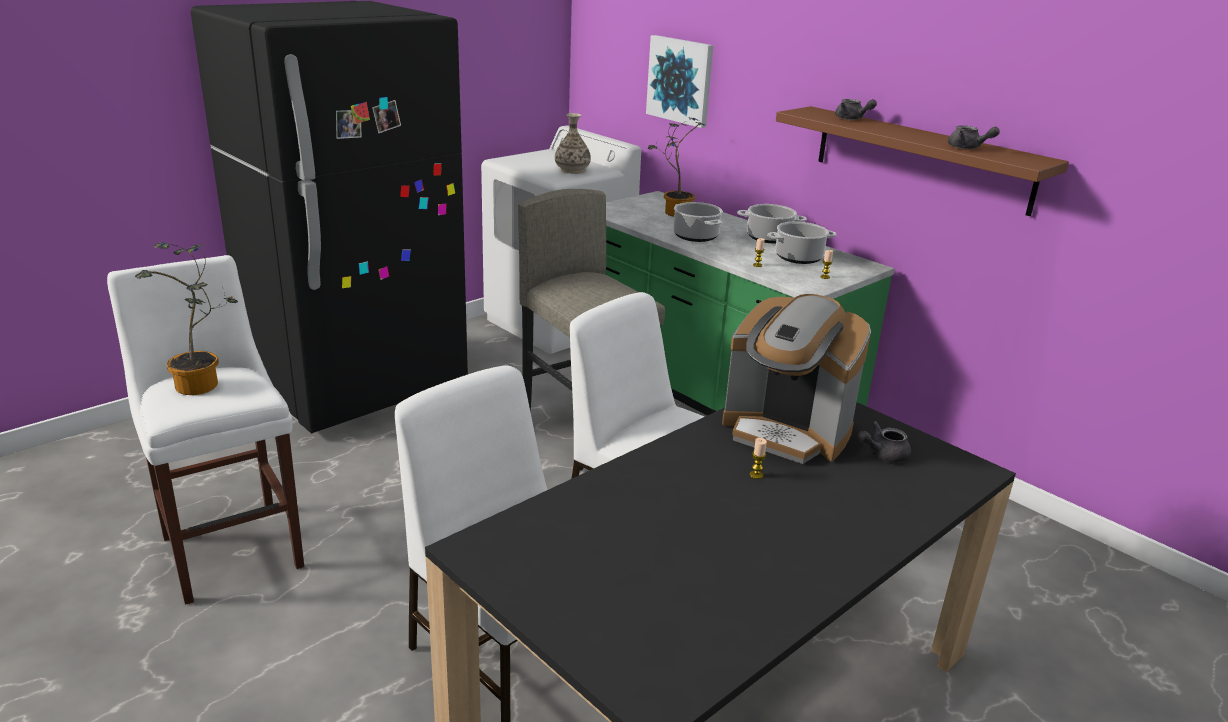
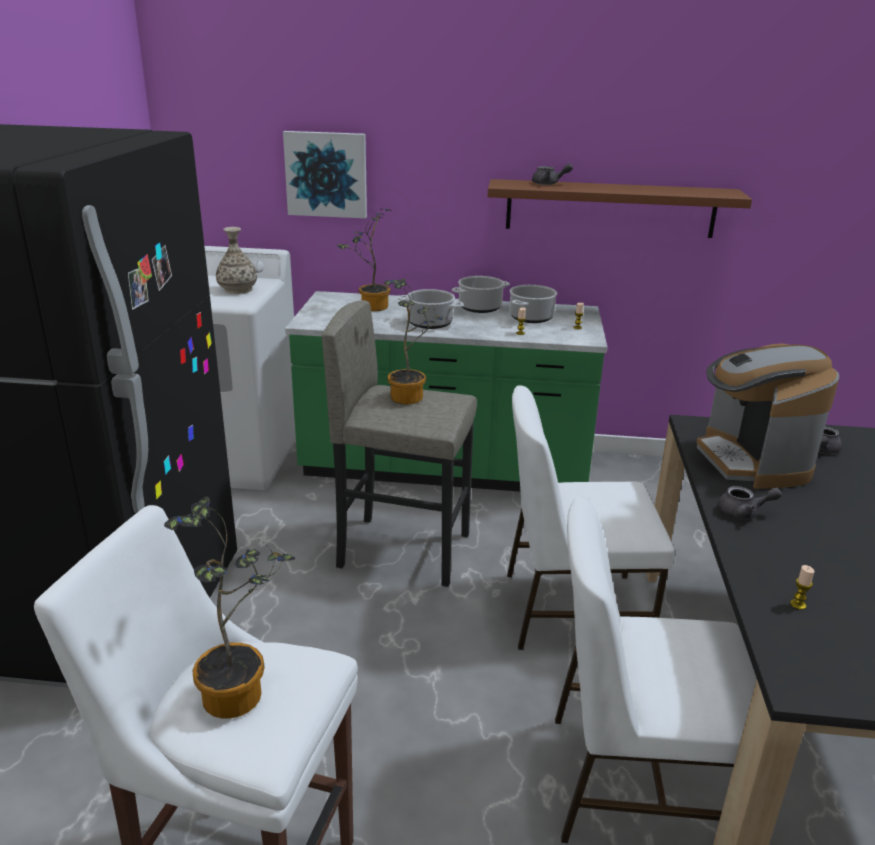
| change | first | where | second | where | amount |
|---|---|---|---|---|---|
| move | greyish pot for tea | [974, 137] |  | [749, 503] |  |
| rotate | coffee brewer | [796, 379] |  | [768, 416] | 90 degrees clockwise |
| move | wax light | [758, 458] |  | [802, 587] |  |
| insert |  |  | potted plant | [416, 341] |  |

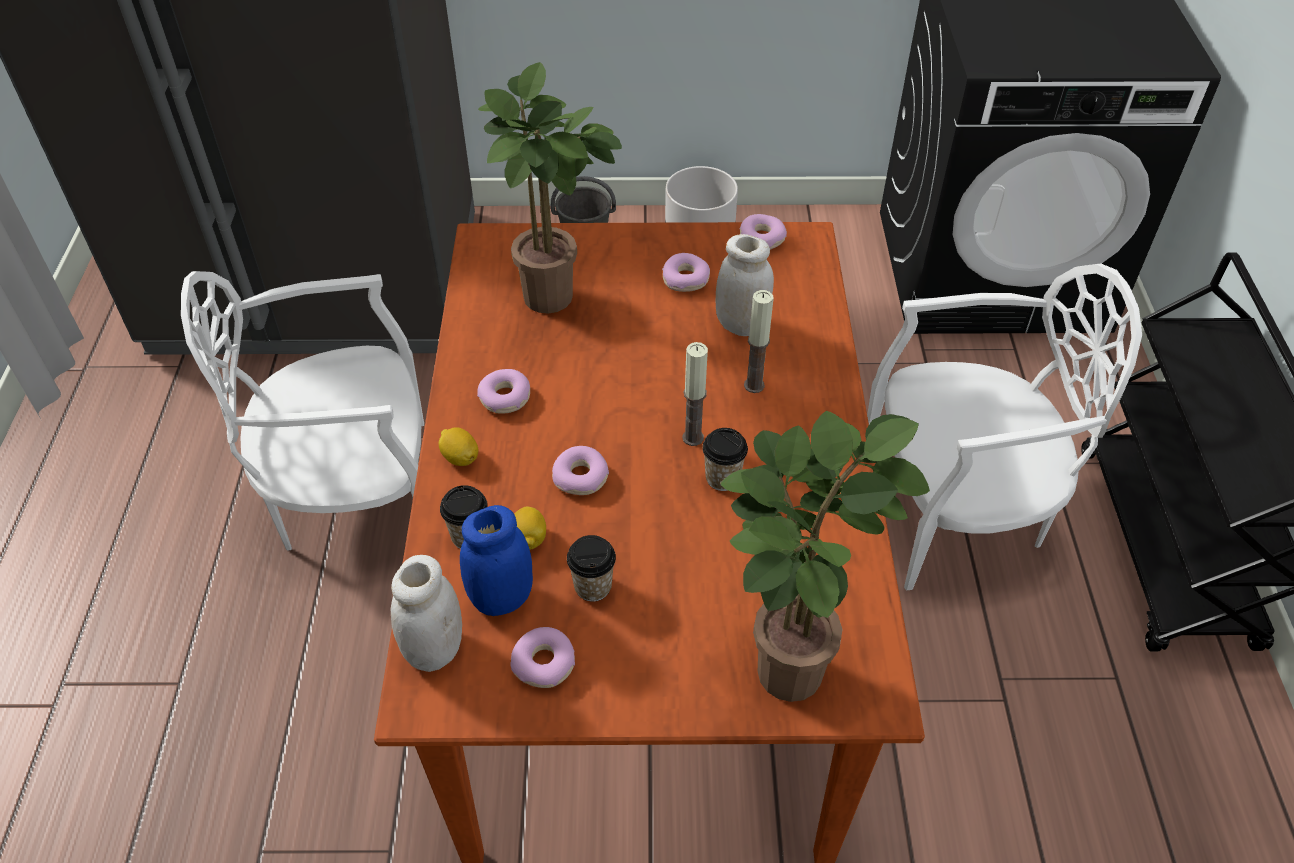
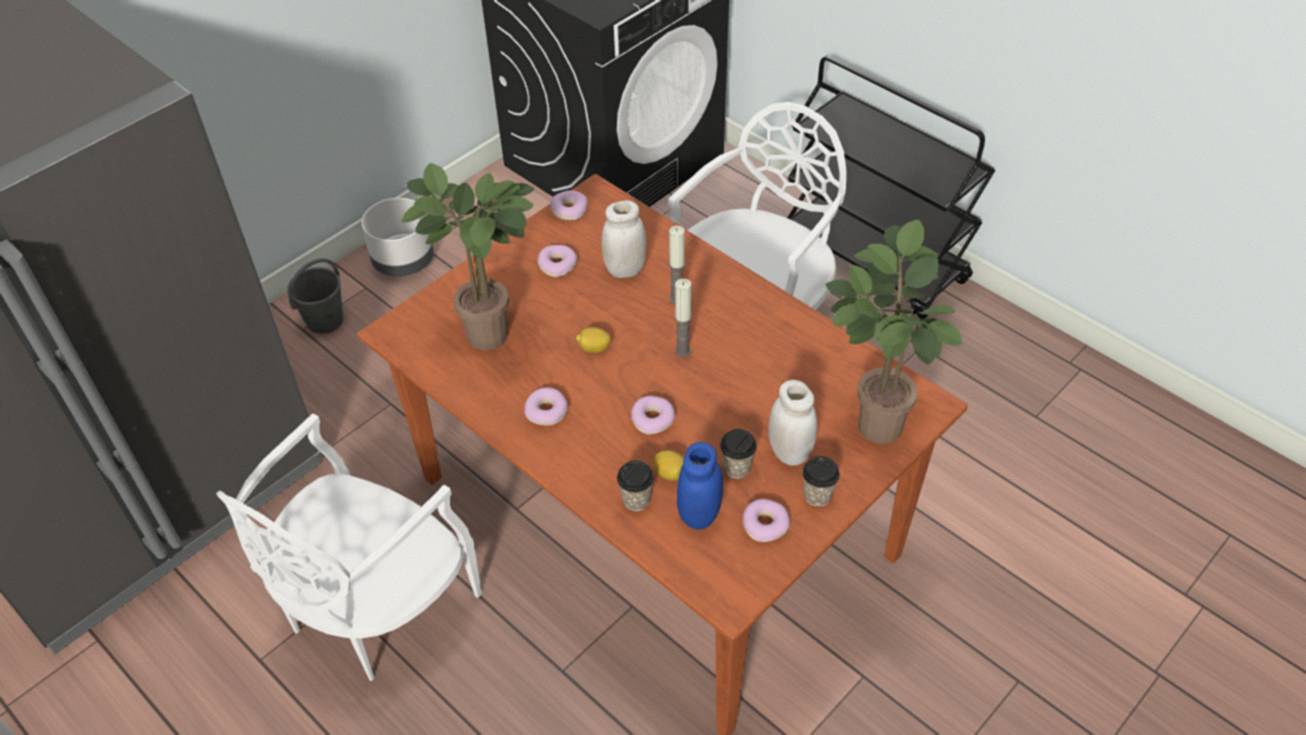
| change | first | where | second | where | amount |
|---|---|---|---|---|---|
| move | citrus fruit | [458, 446] |  | [593, 340] |  |
| move | cup | [725, 459] |  | [821, 481] |  |
| move | white preserve jar | [426, 613] |  | [792, 423] |  |

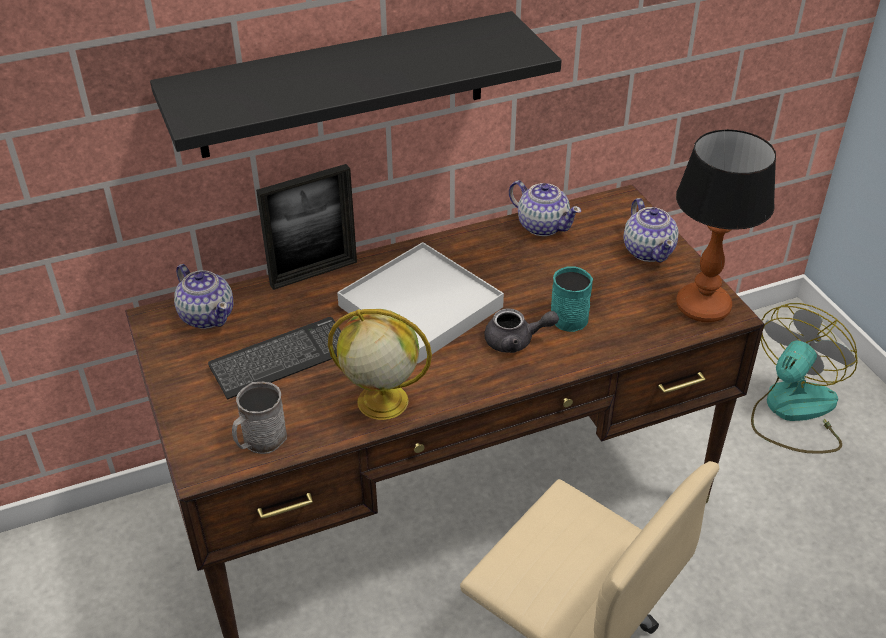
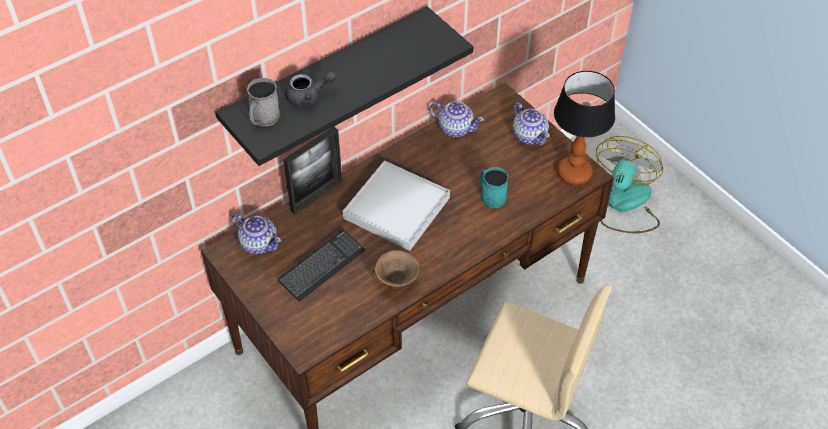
| change | first | where | second | where | amount |
|---|---|---|---|---|---|
| move | greyish pot for tea | [521, 330] |  | [311, 89] |  |
| replace | desk globe | [380, 364] | brown-coloured serving bowl | [396, 269] |  |
| move | greyish tea mug | [259, 418] |  | [263, 102] |  |

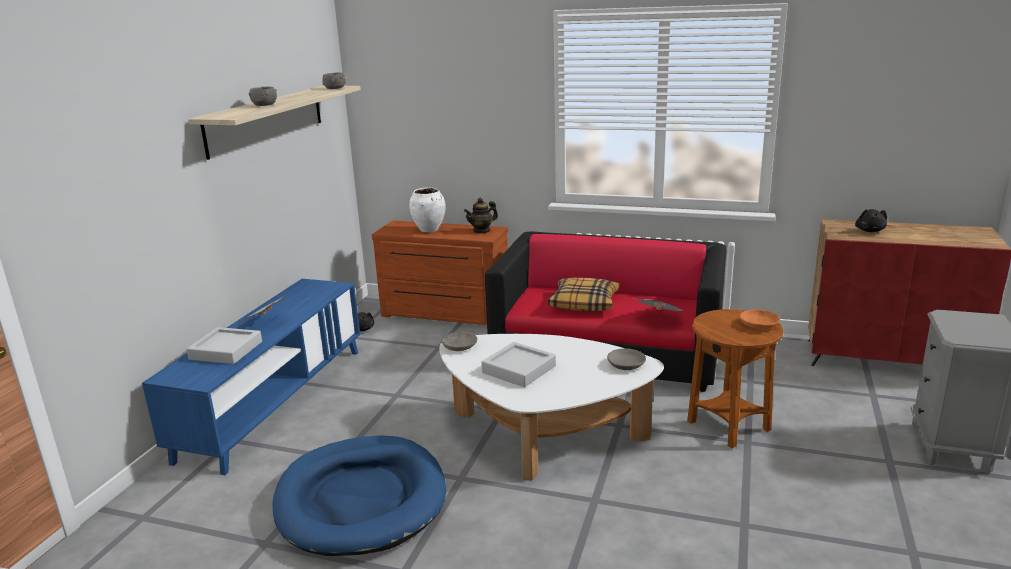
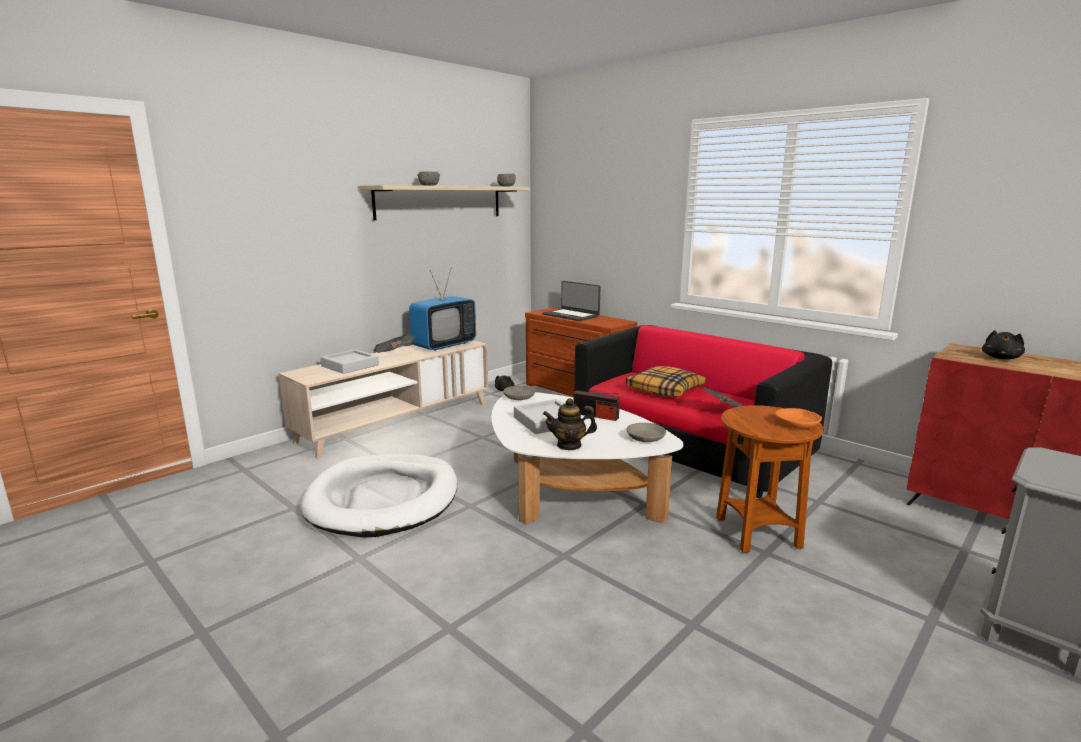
| change | first | where | second | where | amount |
|---|---|---|---|---|---|
| replace | white vase | [427, 209] | notebook computer | [571, 301] |  |
| move | pot for tea | [481, 215] |  | [570, 424] |  |
| recolor | bluish tv unit | [251, 377] | sand-coloured tv unit | [383, 399] |  |
| recolor | bluish dog bed | [359, 496] | white dog bed | [378, 496] |  |
| insert |  |  | television | [442, 310] |  |
| insert |  |  | radio | [597, 405] |  |

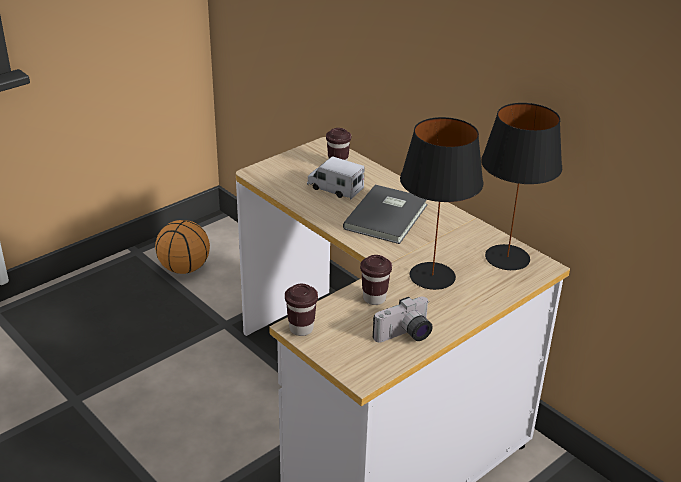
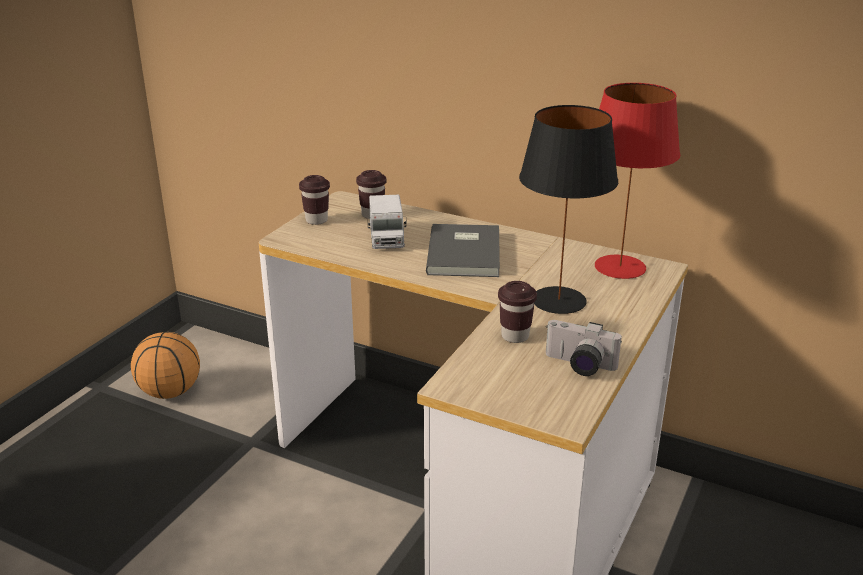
| change | first | where | second | where | amount |
|---|---|---|---|---|---|
| recolor | black-coloured table lamp | [521, 186] | reddish table lamp | [637, 181] |  |
| rotate | toy lorry | [335, 177] |  | [387, 222] | 105 degrees counterclockwise |
| move | brown-coloured cup | [301, 310] |  | [314, 200] |  |
| rotate | photo camera | [403, 320] |  | [584, 348] | 75 degrees clockwise |

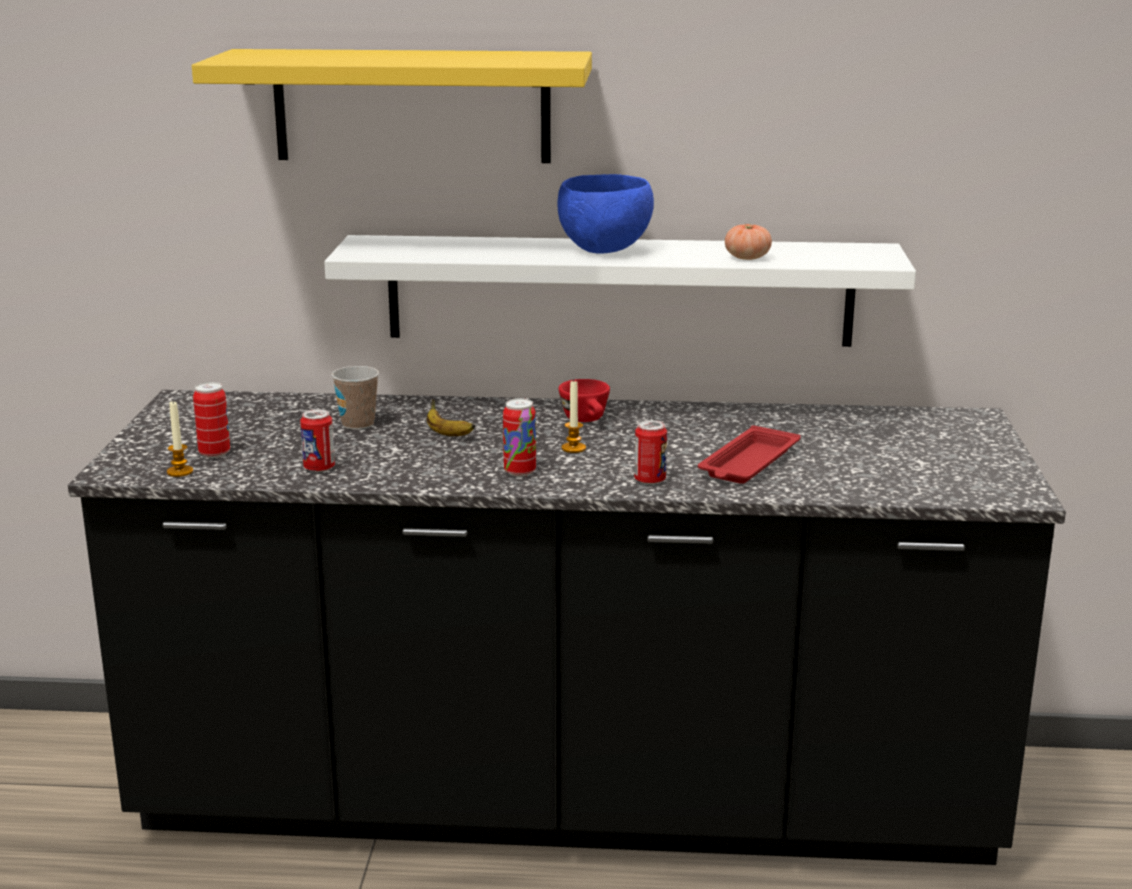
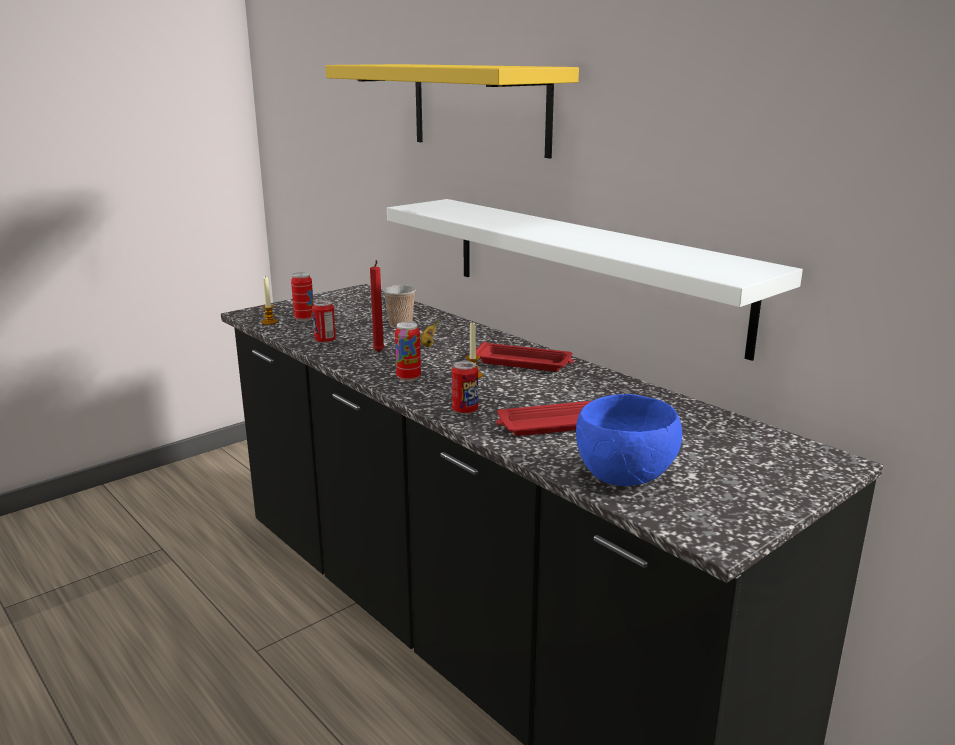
| change | first | where | second | where | amount |
|---|---|---|---|---|---|
| move | bluish serving bowl | [605, 214] |  | [629, 440] |  |
| delete | tomato | [748, 241] |  |  |  |
| replace | reddish cup | [584, 400] | reddish serving tray | [525, 357] |  |
| insert |  |  | reddish wax light | [377, 306] |  |

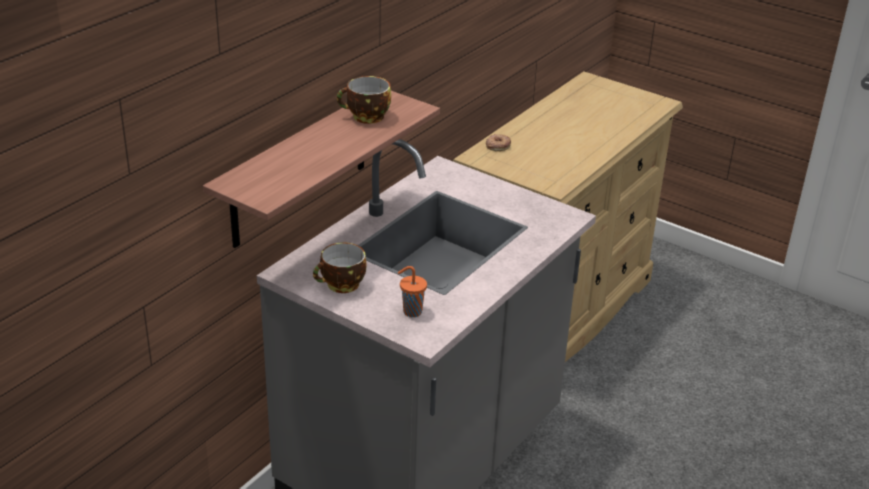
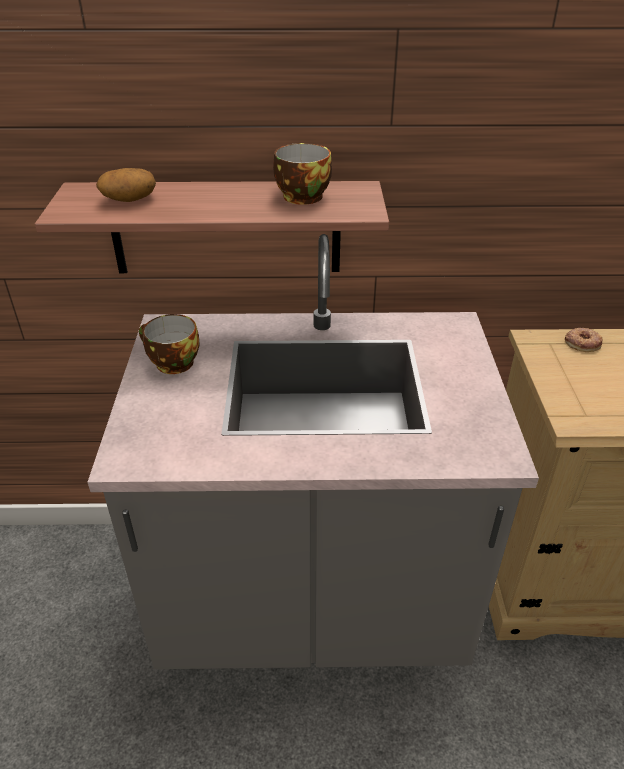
| change | first | where | second | where | amount |
|---|---|---|---|---|---|
| delete | orangey cup | [412, 291] |  |  |  |
| insert |  |  | spud | [126, 185] |  |

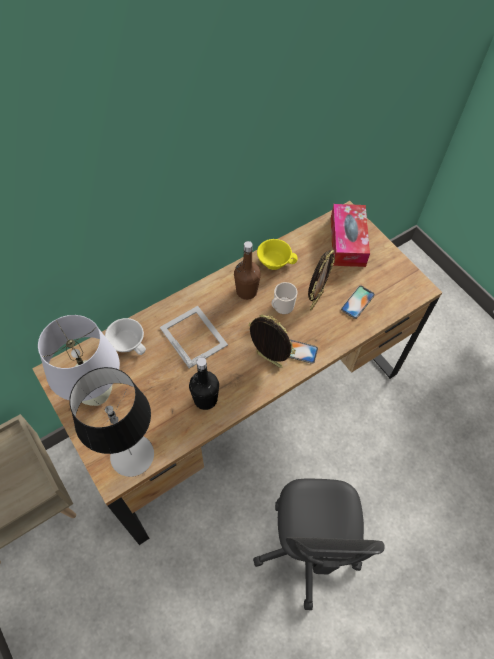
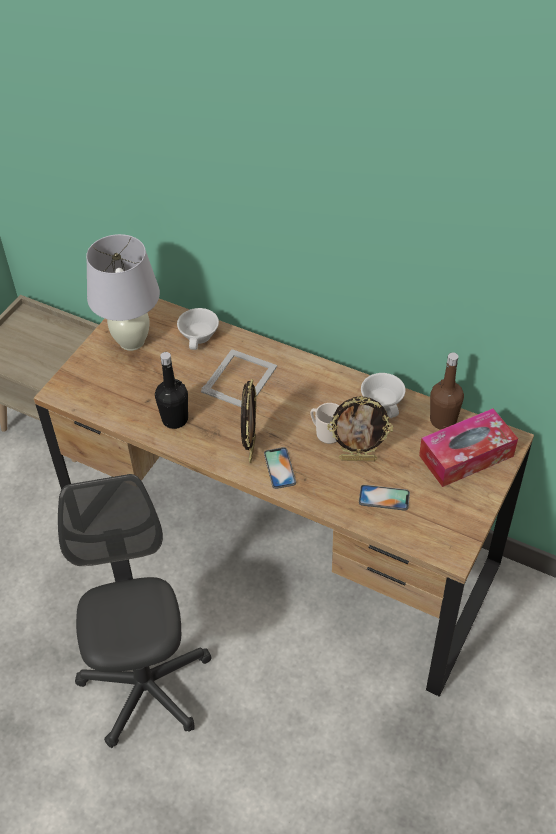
| change | first | where | second | where | amount |
|---|---|---|---|---|---|
| recolor | yellowish cup | [277, 254] | white cup | [383, 395] |  |
| move | brown-coloured beverage bottle | [247, 270] |  | [447, 391] |  |
| delete | table lamp | [111, 422] |  |  |  |
| rotate | greyish office chair | [319, 544] |  | [134, 611] | 105 degrees clockwise |

